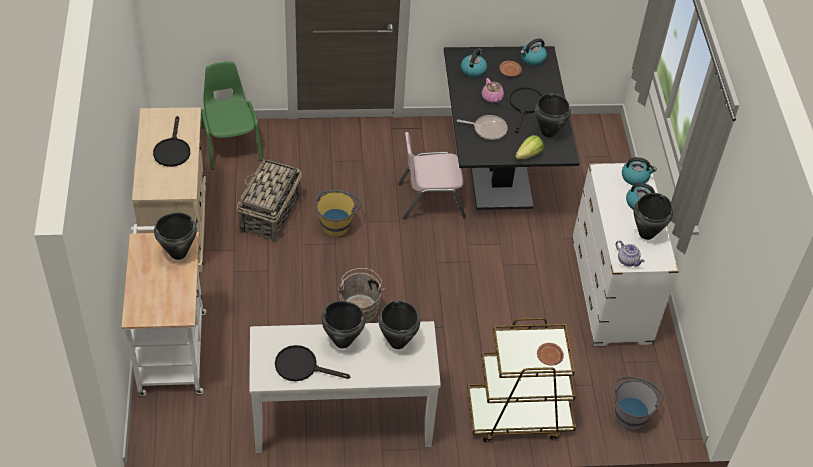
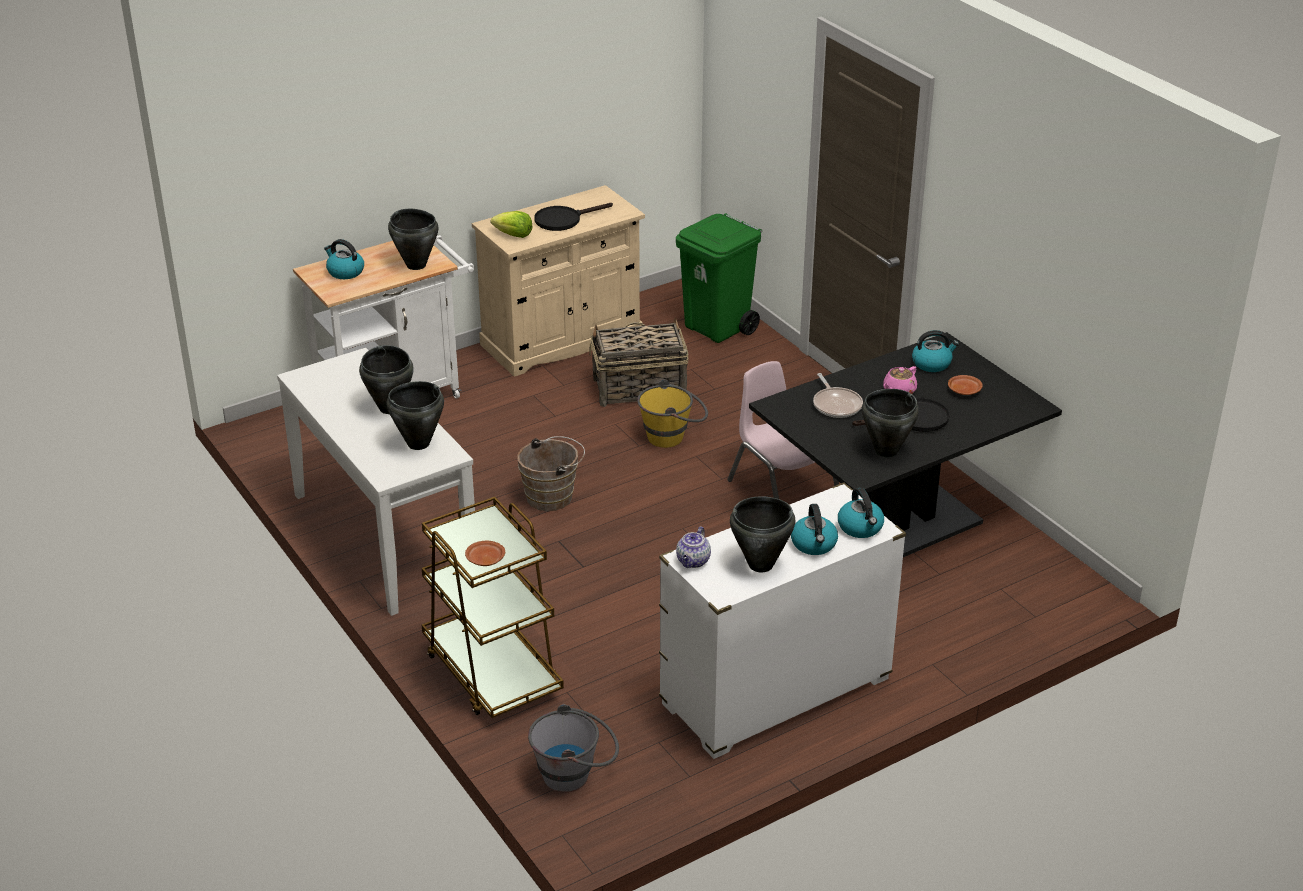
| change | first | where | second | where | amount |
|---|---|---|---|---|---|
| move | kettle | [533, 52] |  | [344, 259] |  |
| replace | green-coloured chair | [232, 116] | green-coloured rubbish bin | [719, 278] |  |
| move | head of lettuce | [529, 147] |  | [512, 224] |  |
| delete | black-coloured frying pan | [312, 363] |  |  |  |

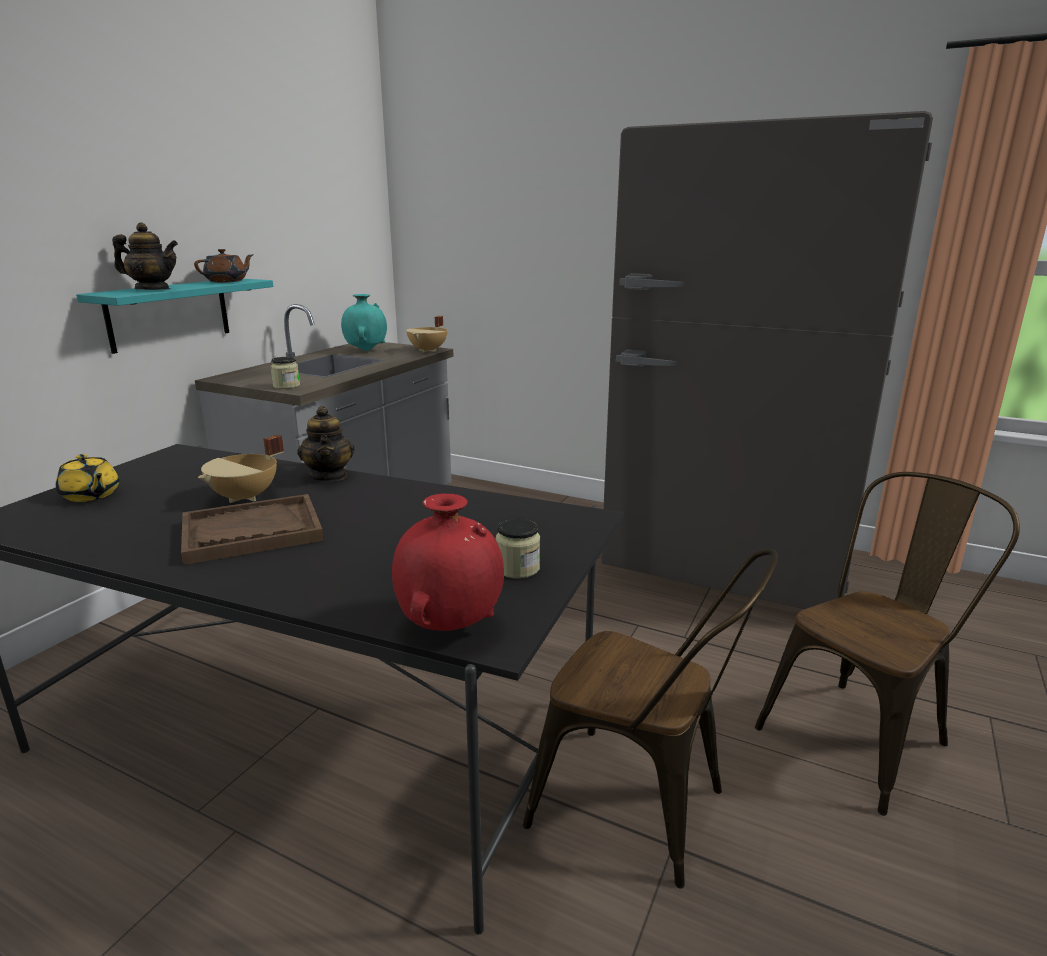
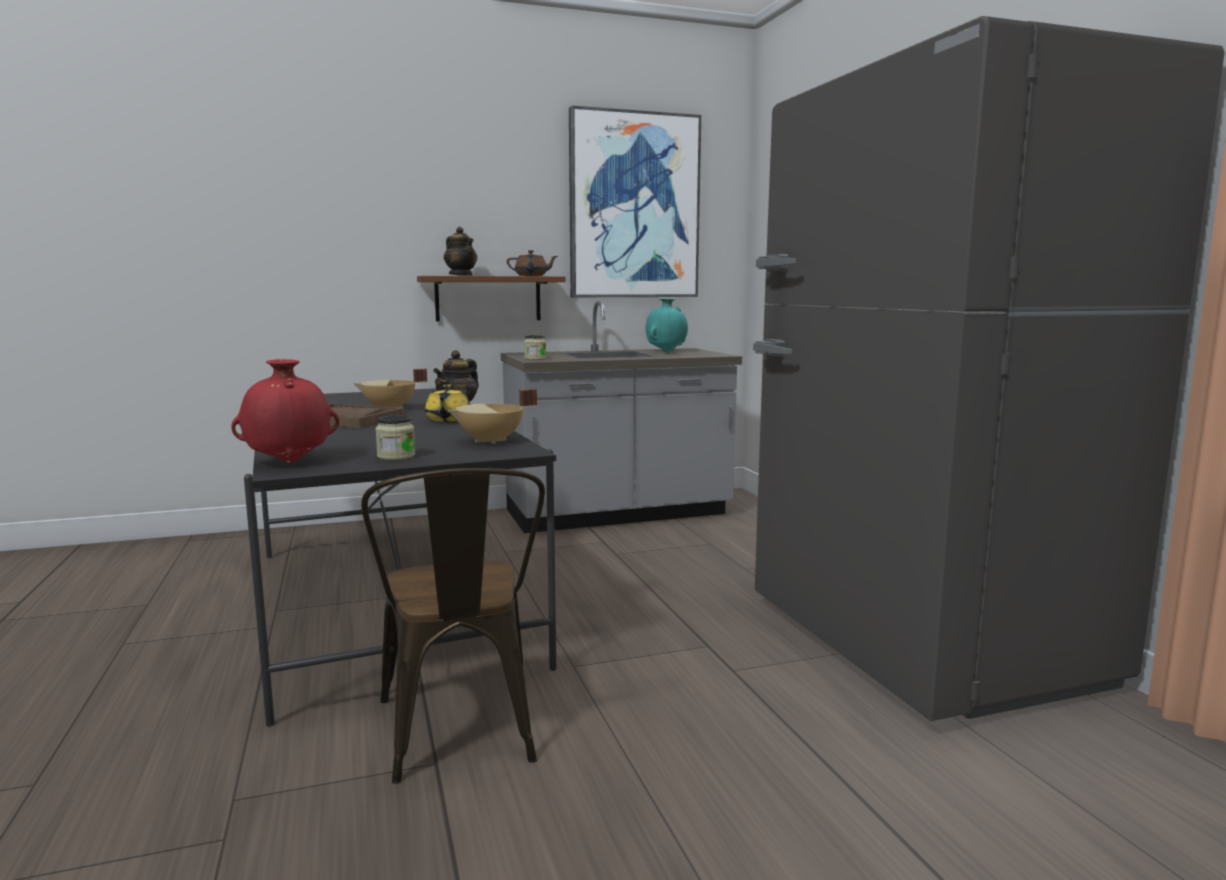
| change | first | where | second | where | amount |
|---|---|---|---|---|---|
| recolor | turquoise shelf | [174, 316] | brown-coloured shelf | [491, 299] |  |
| move | sand-coloured stockpot | [427, 334] |  | [492, 416] |  |
| move | yellowish pot for tea | [87, 478] |  | [447, 403] |  |
| delete | brown-coloured chair | [887, 644] |  |  |  |
| insert |  |  | wall art | [635, 201] |  |

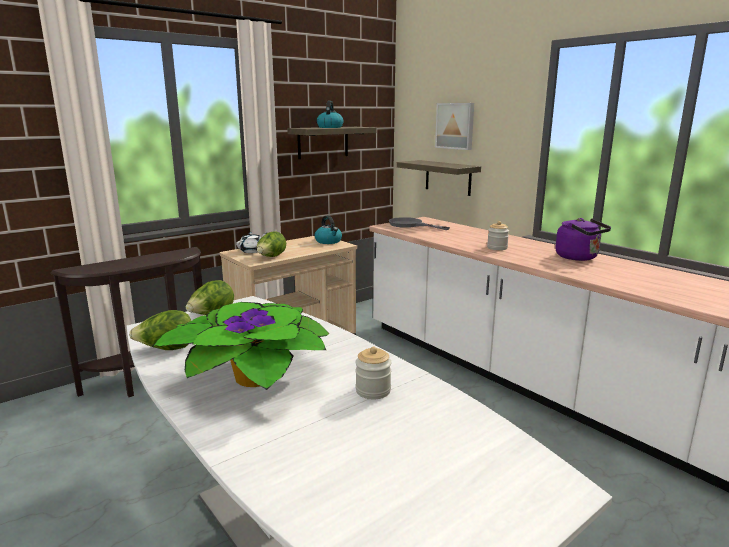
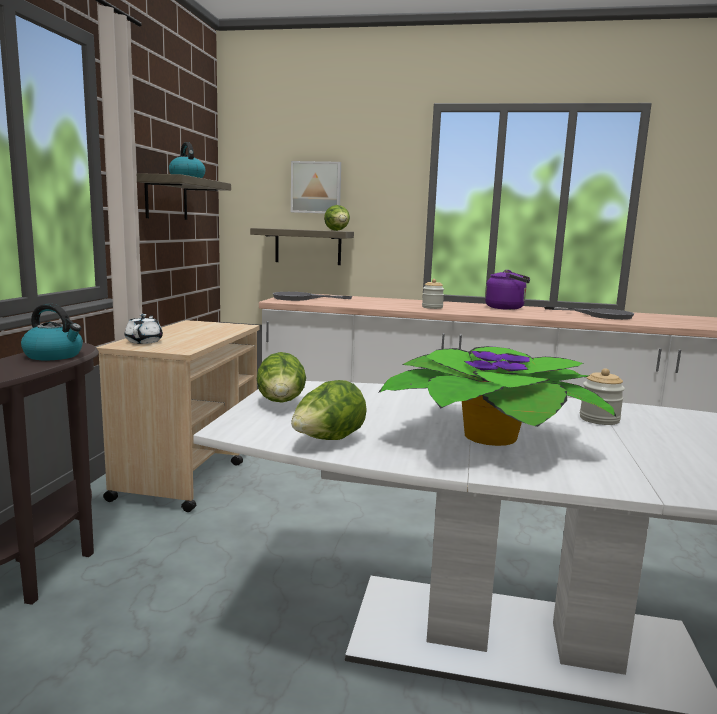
| change | first | where | second | where | amount |
|---|---|---|---|---|---|
| move | kettle | [328, 230] |  | [52, 332] |  |
| move | head of lettuce | [271, 244] |  | [337, 218] |  |
| insert |  |  | greyish frying pan | [589, 313] |  |

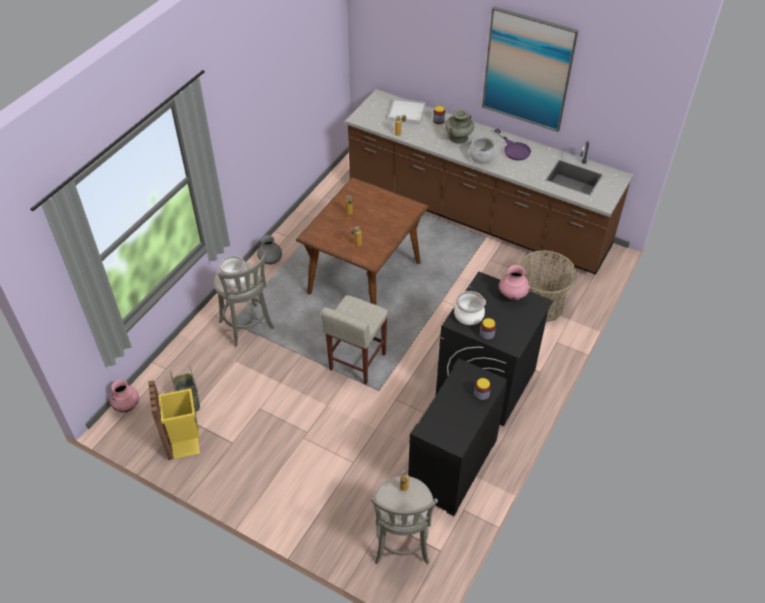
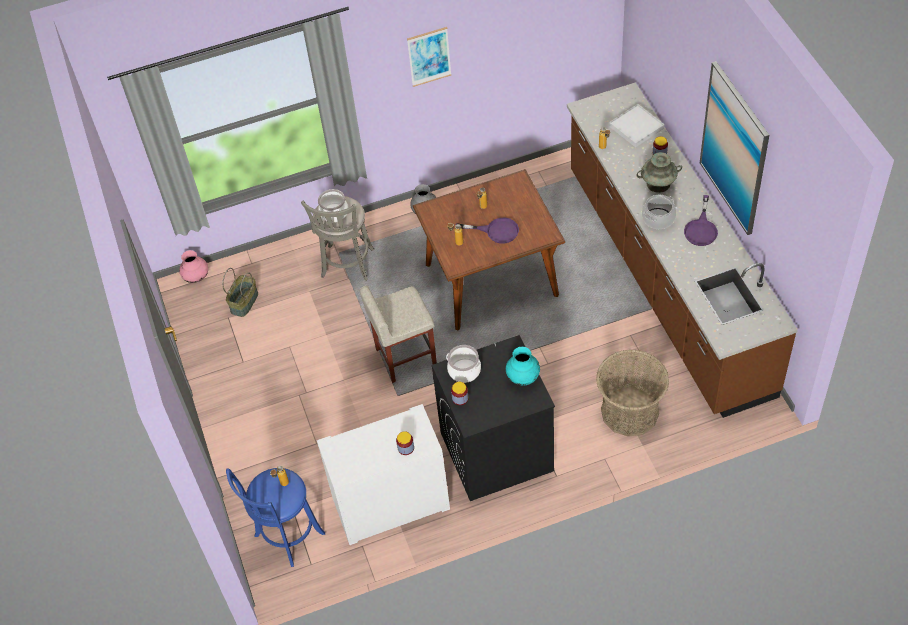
| change | first | where | second | where | amount |
|---|---|---|---|---|---|
| recolor | pink-coloured vase | [514, 282] | turquoise vase | [523, 366] |  |
| recolor | black-coloured chest of drawers | [458, 437] | white chest of drawers | [383, 474] |  |
| delete | yellowish rubbish bin | [174, 420] |  |  |  |
| recolor | greyish sitting stool | [404, 520] | bluish sitting stool | [275, 517] |  |
| insert |  |  | wall art | [429, 57] |  |
| insert |  |  | purple frying pan | [487, 231] |  |

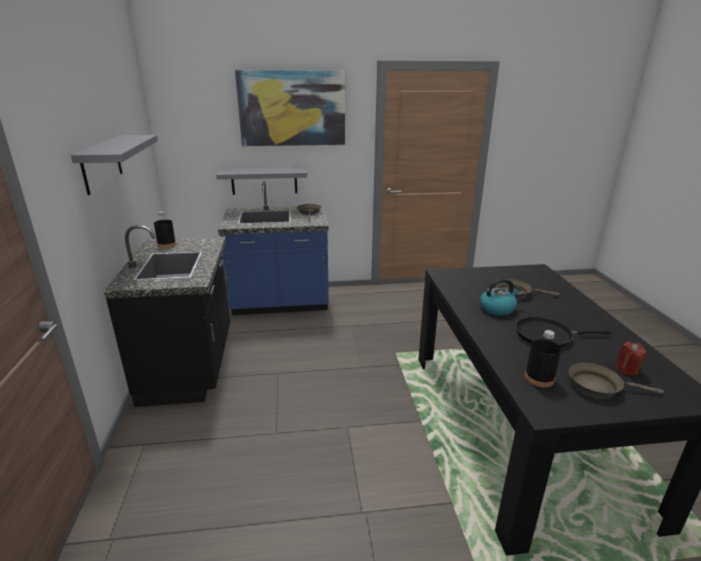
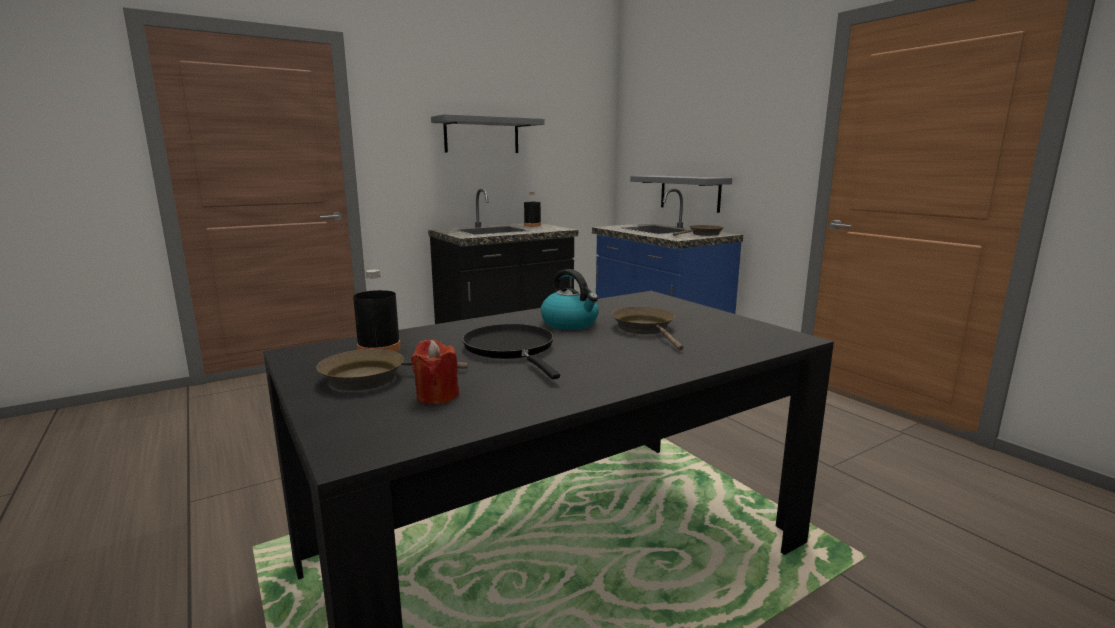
| change | first | where | second | where | amount |
|---|---|---|---|---|---|
| delete | wall art | [290, 108] |  |  |  |
| rotate | brown-coloured frying pan | [616, 380] |  | [392, 370] | 90 degrees counterclockwise |

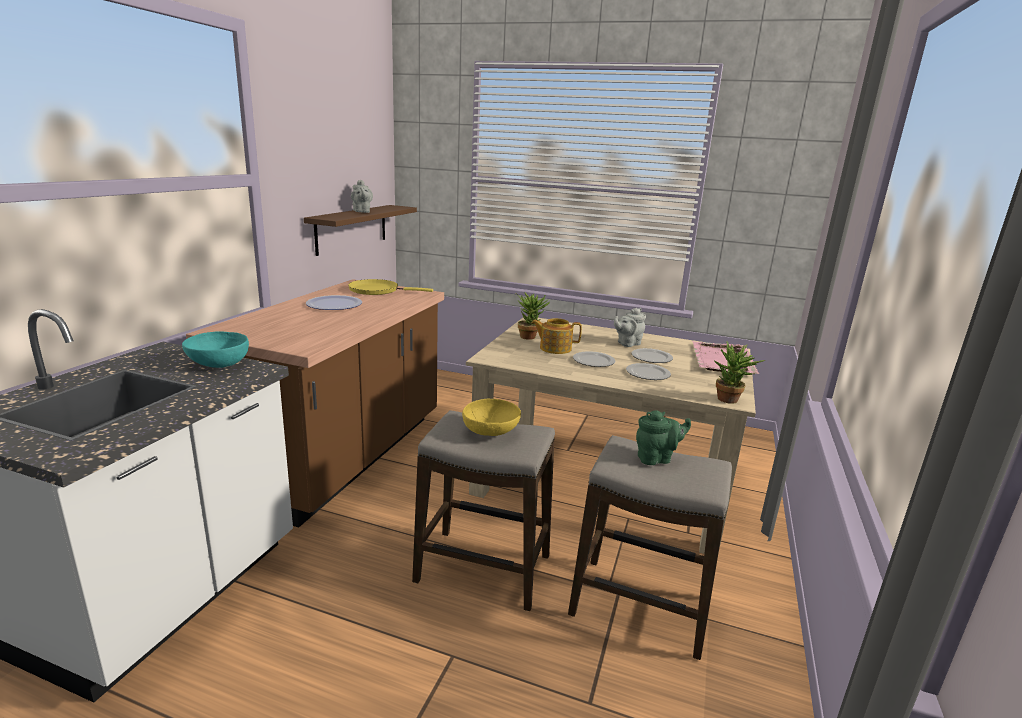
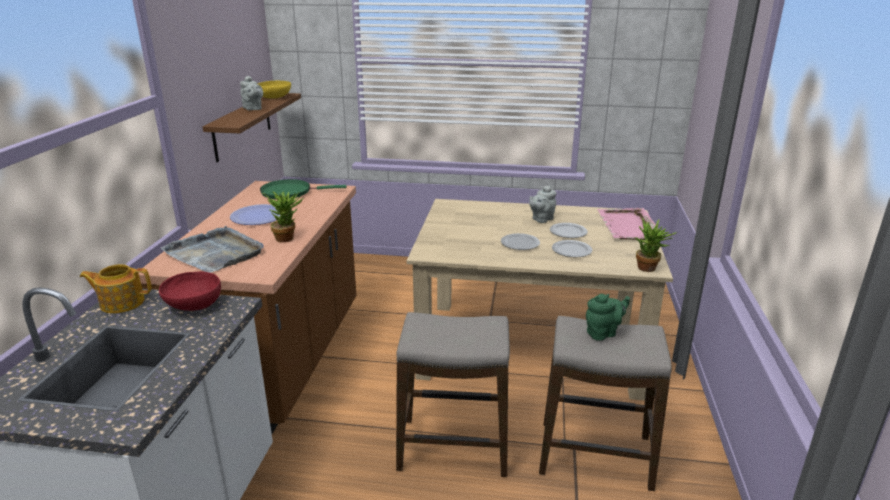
| change | first | where | second | where | amount |
|---|---|---|---|---|---|
| recolor | yellowish frying pan | [390, 287] | green-coloured frying pan | [303, 189] |  |
| move | potted plant | [532, 316] |  | [282, 216] |  |
| move | pot for tea | [556, 336] |  | [115, 288] |  |
| recolor | turquoise serving bowl | [215, 349] | reddish serving bowl | [190, 291] |  |
| move | yellowish serving bowl | [491, 417] |  | [274, 90] |  |
| insert |  |  | greyish serving tray | [212, 249] |  |

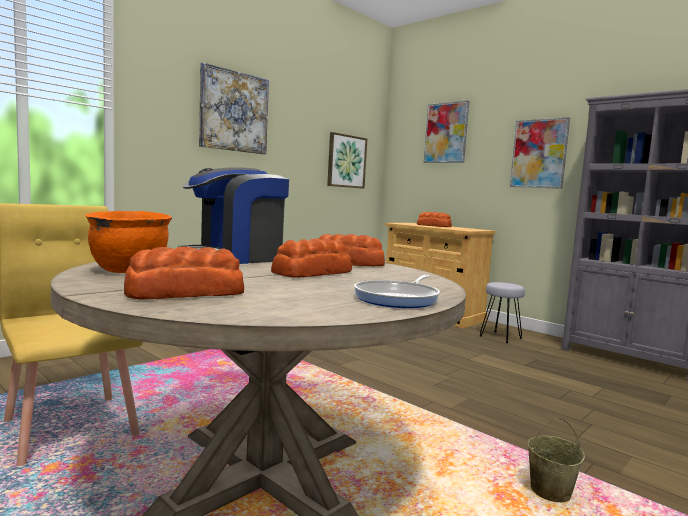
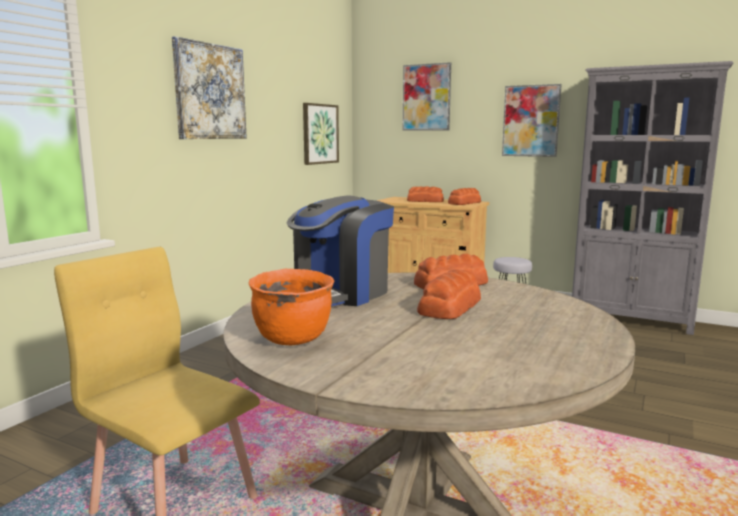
| change | first | where | second | where | amount |
|---|---|---|---|---|---|
| move | bakery bread | [184, 273] |  | [464, 196] |  |
| delete | frying pan | [397, 291] |  |  |  |
| delete | sand-coloured bucket | [556, 459] |  |  |  |

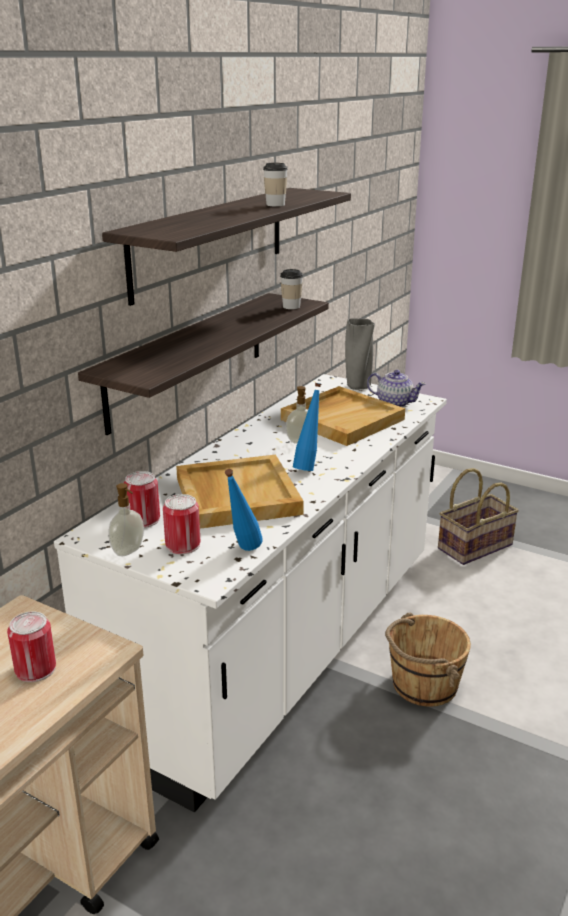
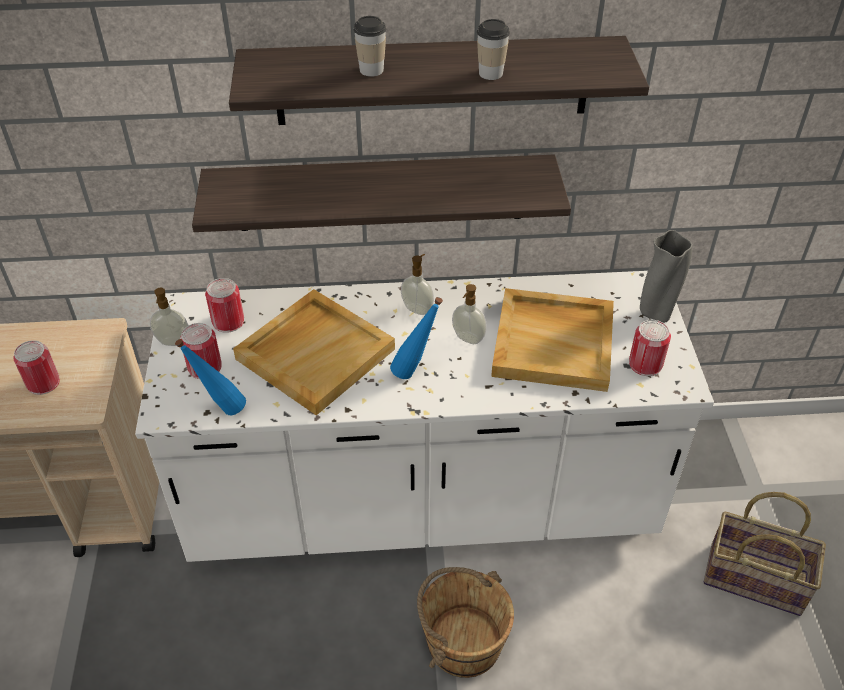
| change | first | where | second | where | amount |
|---|---|---|---|---|---|
| move | cup | [291, 289] |  | [370, 46] |  |
| replace | pot for tea | [396, 388] | can | [650, 348] |  |
| insert |  |  | soap dispenser | [417, 284] |  |

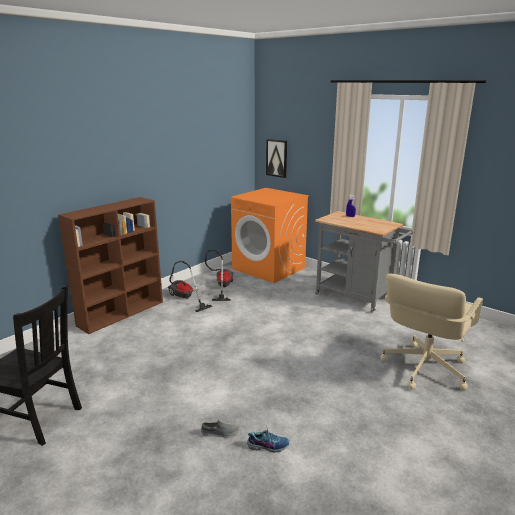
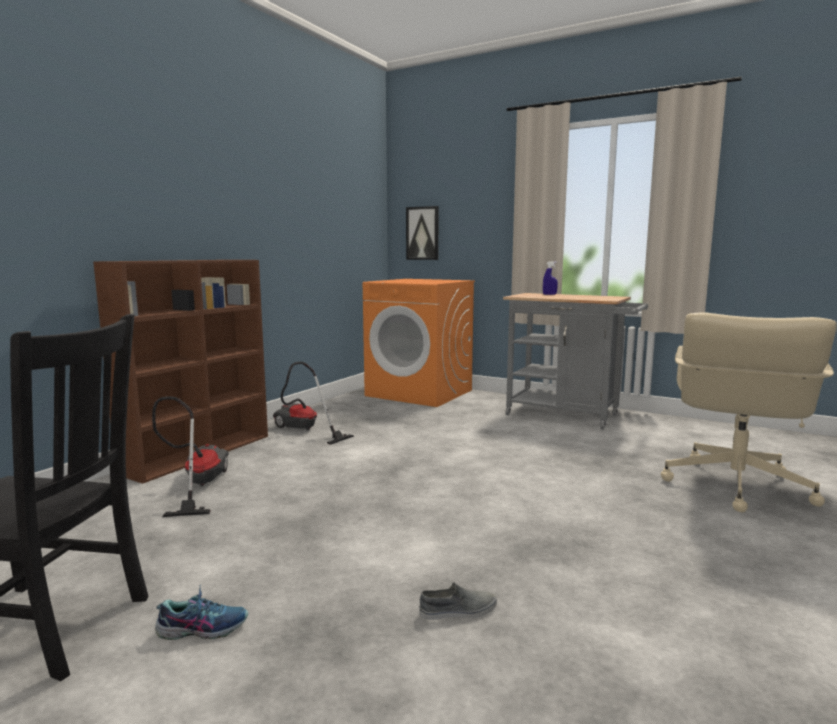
| change | first | where | second | where | amount |
|---|---|---|---|---|---|
| move | hoover | [219, 275] |  | [190, 456] |  |
| move | low shoe | [268, 439] |  | [201, 612] |  |

